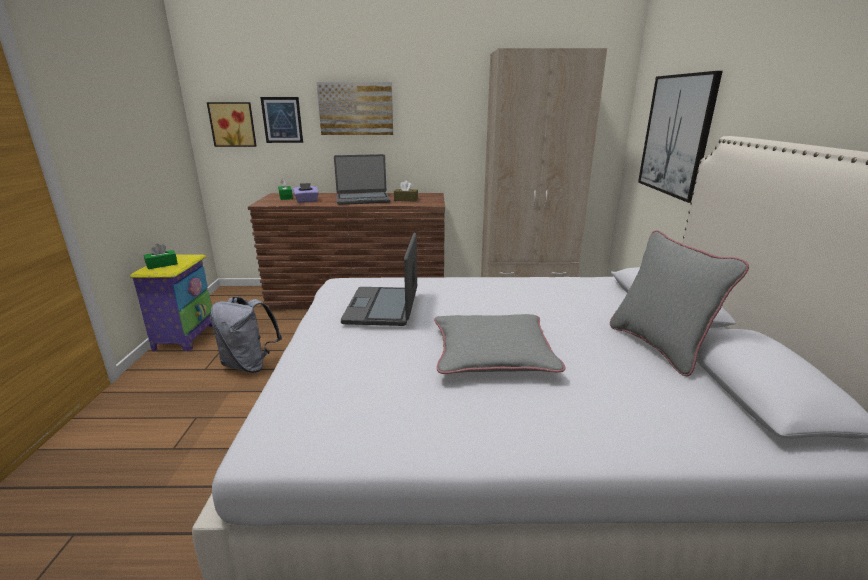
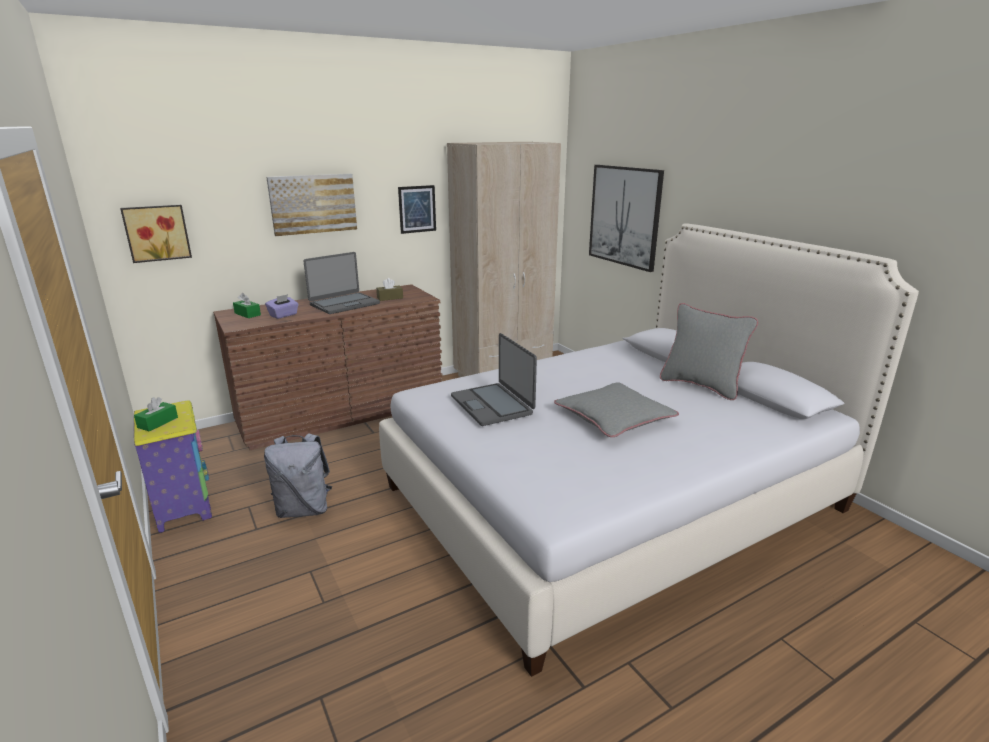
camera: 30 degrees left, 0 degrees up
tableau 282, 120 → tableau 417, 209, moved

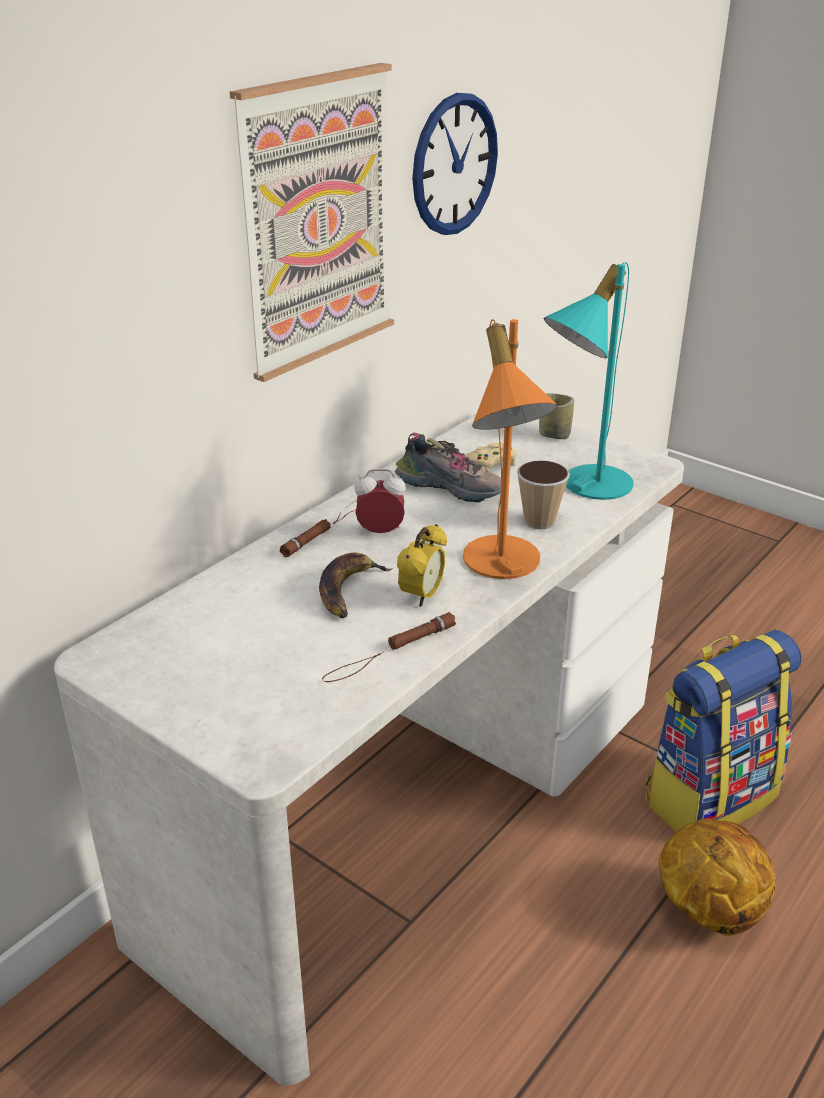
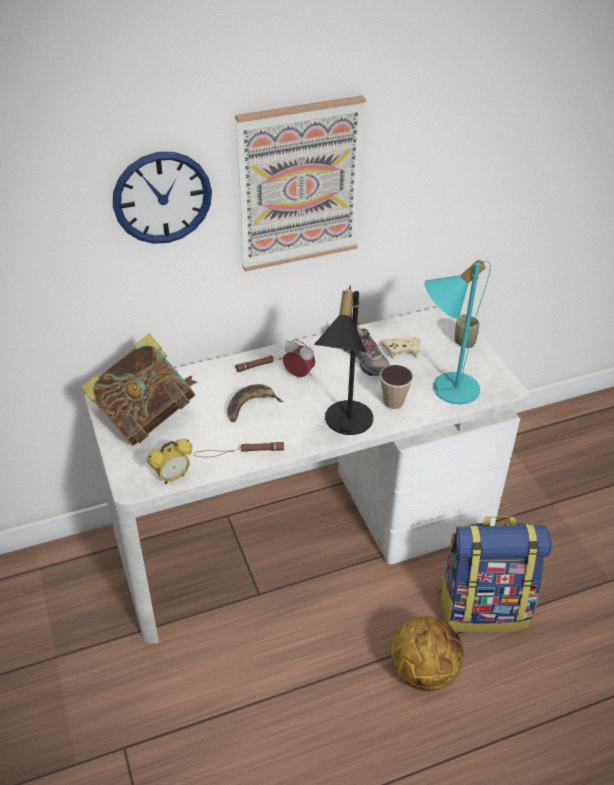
camera: 30 degrees right, 10 degrees up
- → livre 145, 417
réveil 422, 597 → réveil 173, 477, moved
horloge murale 454, 165 → horloge murale 162, 198, moved
lampe de table (orange) 502, 566 → lampe de table (noir) 344, 424

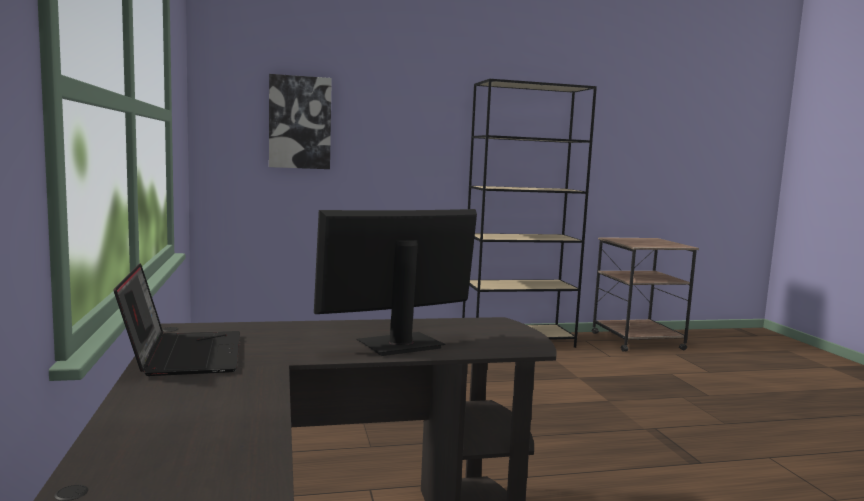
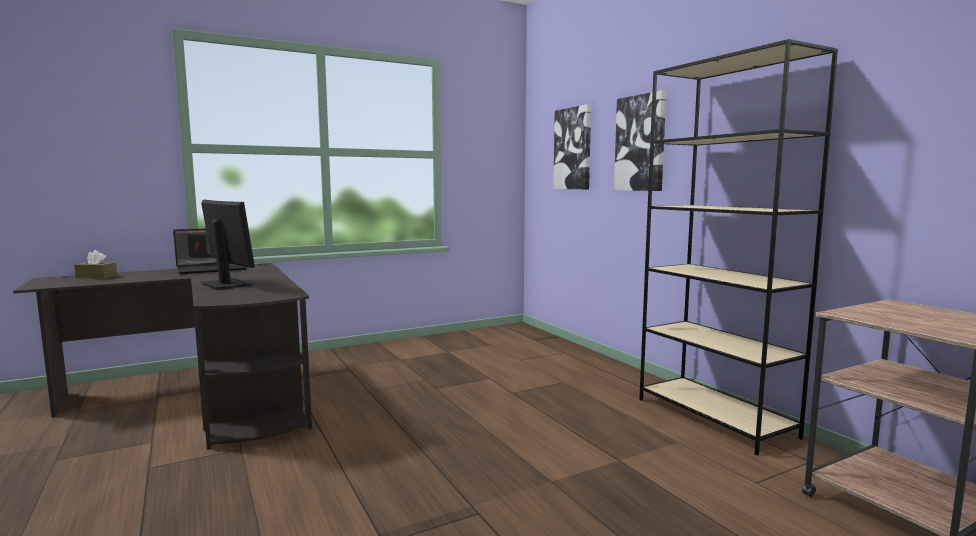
camera: 75 degrees right, 0 degrees up
- → boîte à mouchoirs (marron) 96, 277
- → tableau 640, 143

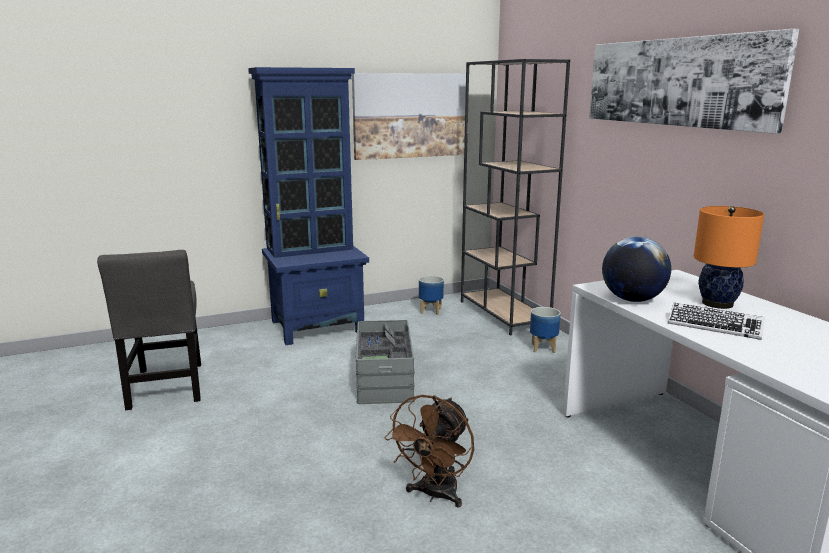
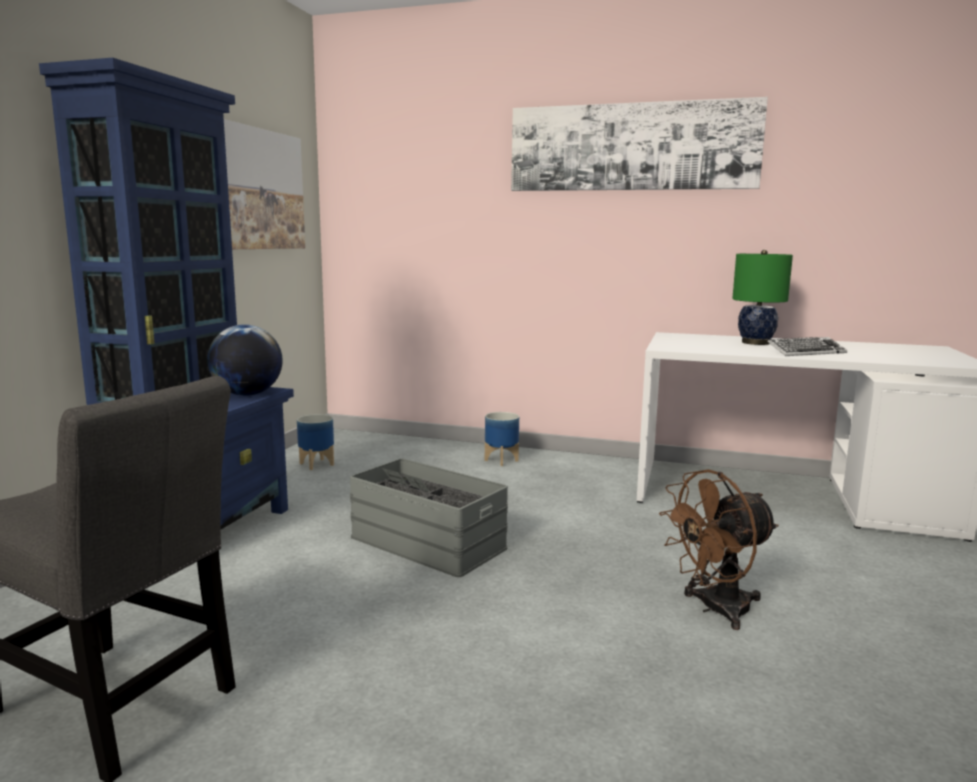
camera: 50 degrees left, 5 degrees down
bibliothèque 504, 314 → -
globe 632, 300 → globe 247, 394, moved
lampe de table (orange) 717, 304 → lampe de table (vert) 756, 343
ventilateur (marron) 435, 495 → ventilateur (marron) 714, 609, 90 degrees clockwise

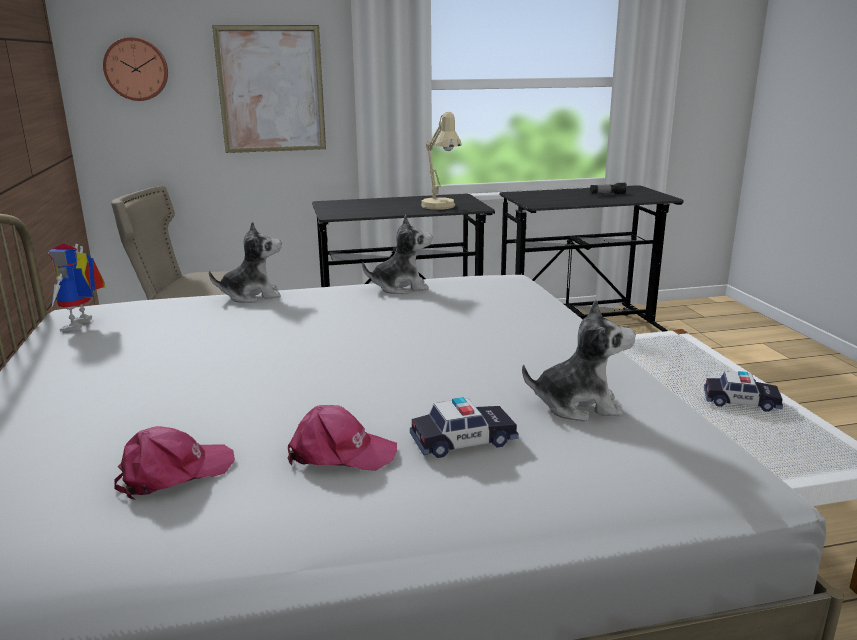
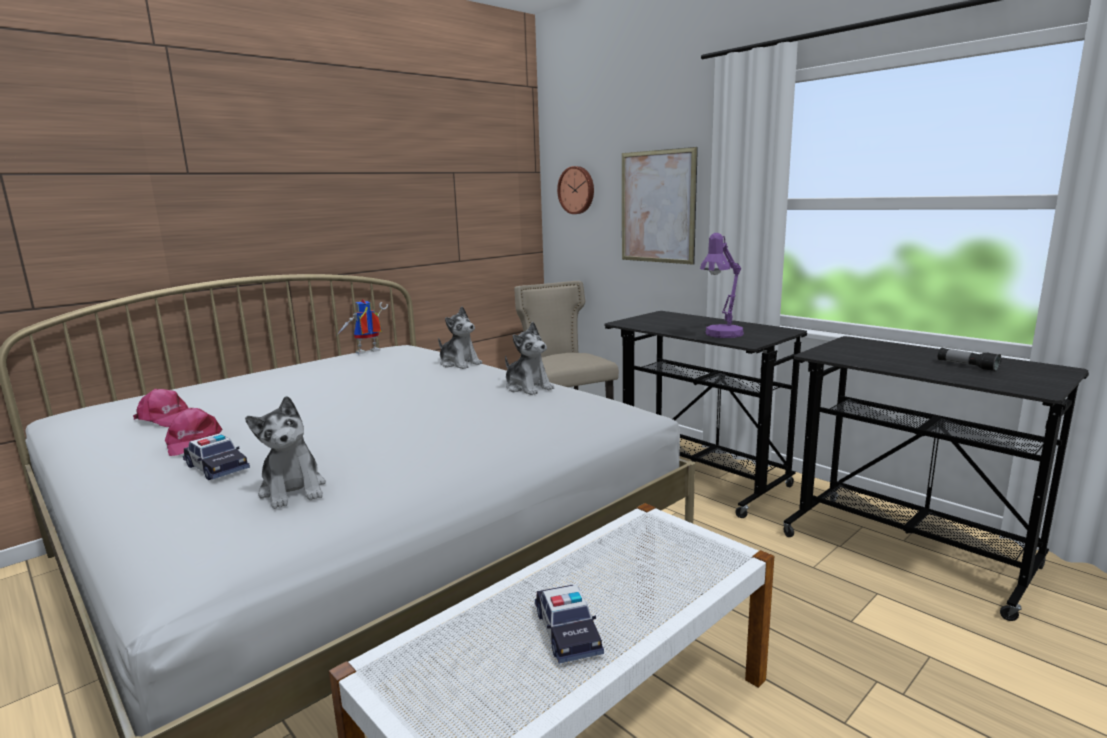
camera: 60 degrees right, 5 degrees down
lampe de table (beige) 441, 207 → lampe de table (violet) 720, 335

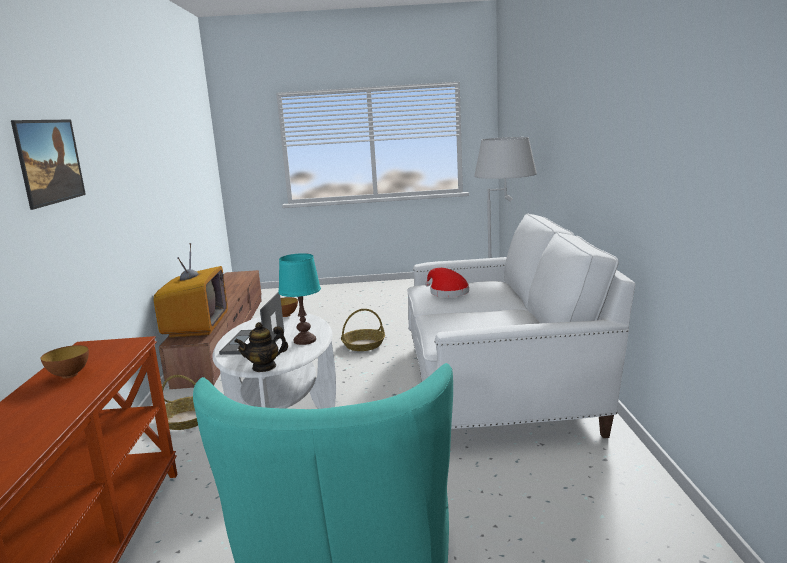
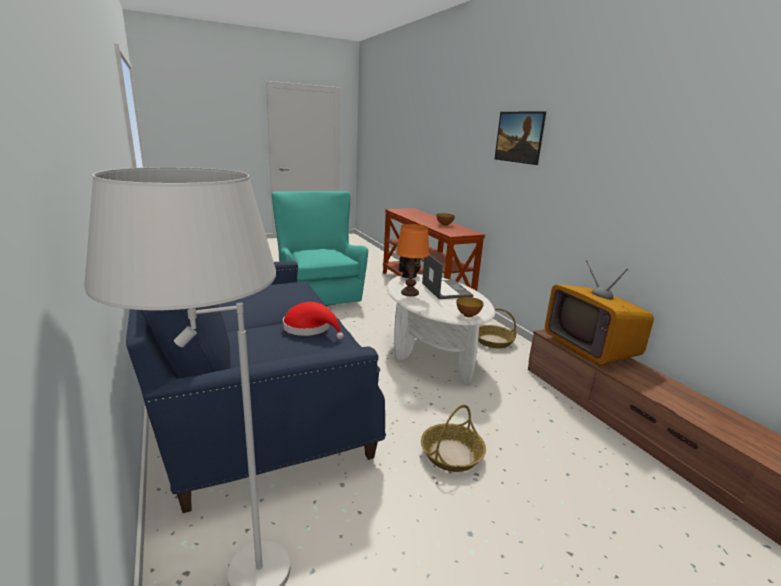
camera: 155 degrees right, 5 degrees up
lampe de table (turquoise) 304, 340 → lampe de table (orange) 409, 293
canapé (blanc) 500, 384 → canapé (bleu) 253, 402

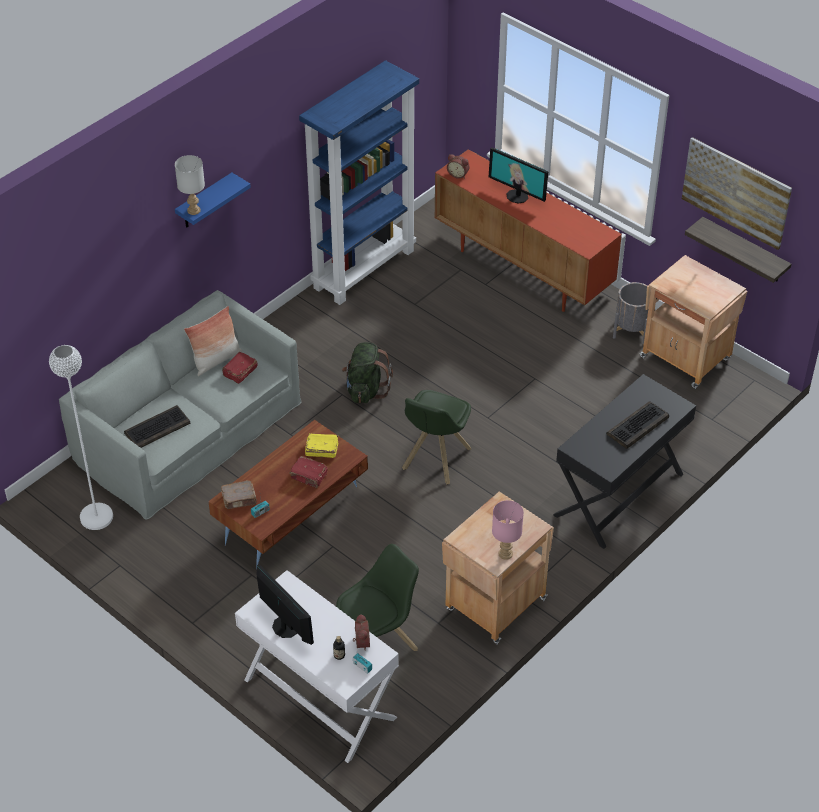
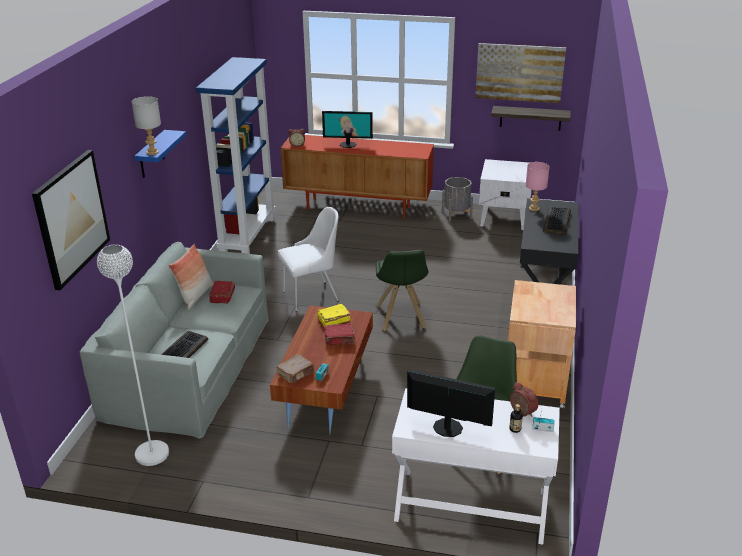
camera: 30 degrees left, 15 degrees down
- → tableau 71, 218
lampe de table (rose) 505, 553 → lampe de table (rose) 533, 209, moved
sac à dos (vert) 365, 390 → chaise (blanc) 311, 296
chariot (marron) 686, 359 → table de chevet (blanc) 504, 218

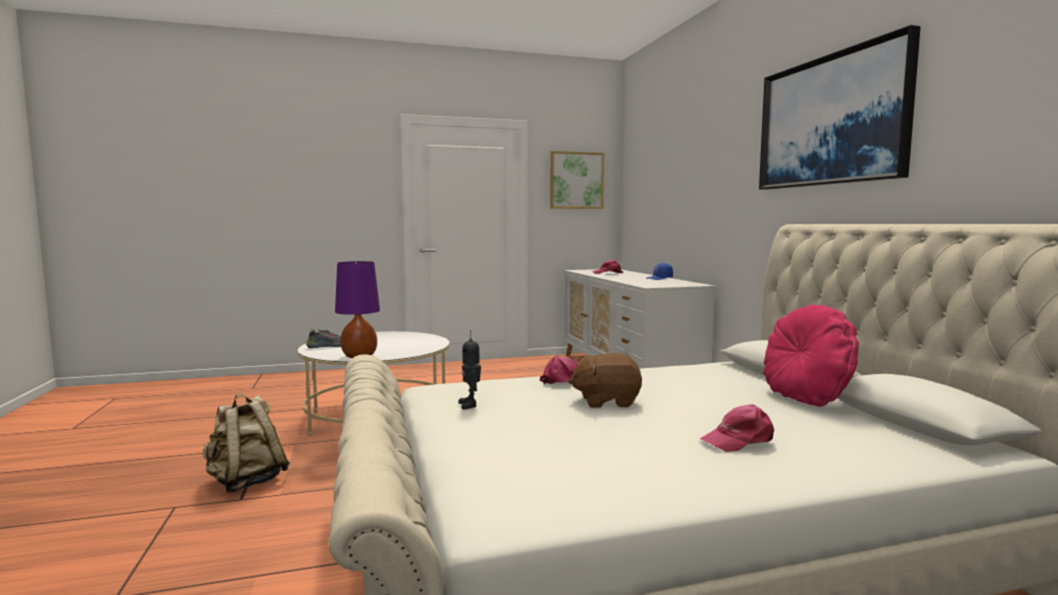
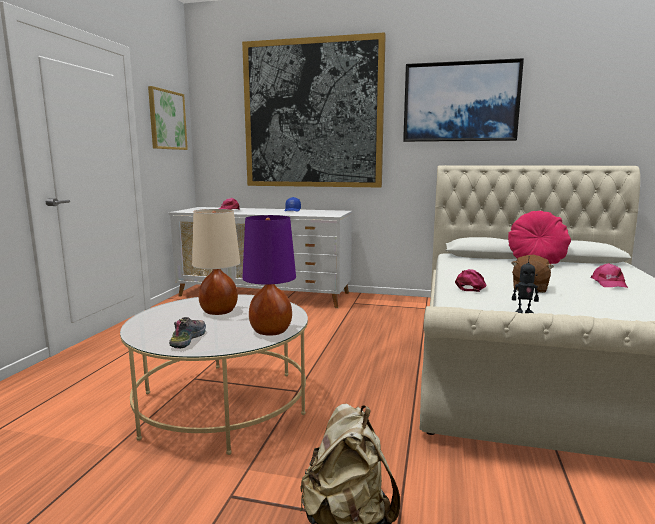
camera: 60 degrees left, 5 degrees up
- → lampe de table (beige) 218, 311
- → tableau 313, 115

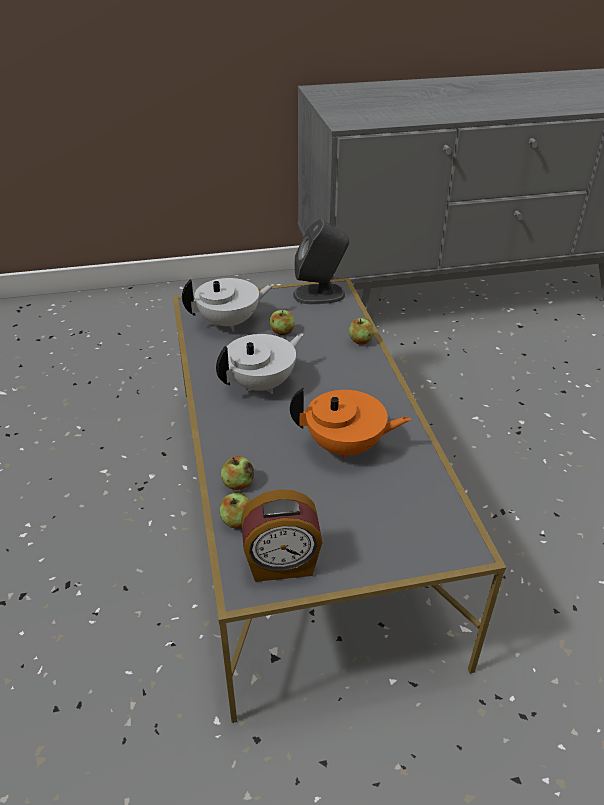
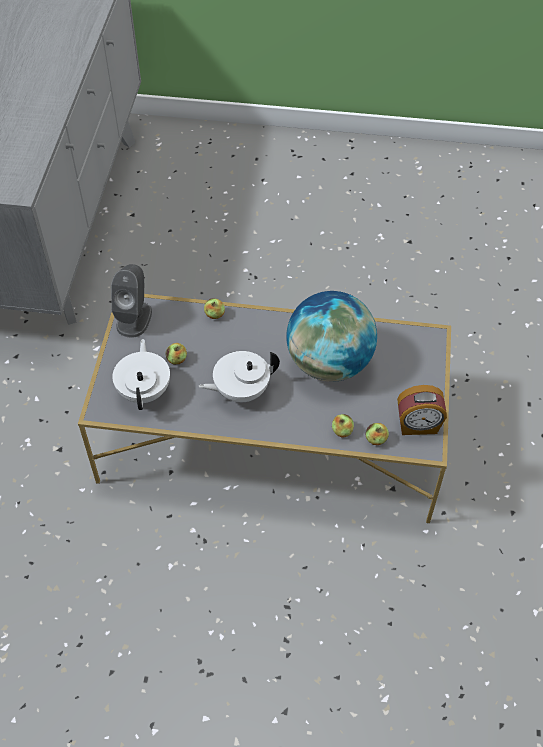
camera: 70 degrees left, 15 degrees up
théière (orange) 346, 447 → globe 329, 363
théière (blanc) 262, 384 → théière (blanc) 241, 390, 90 degrees counterclockwise
réveil 282, 565 → réveil 418, 425, 75 degrees clockwise

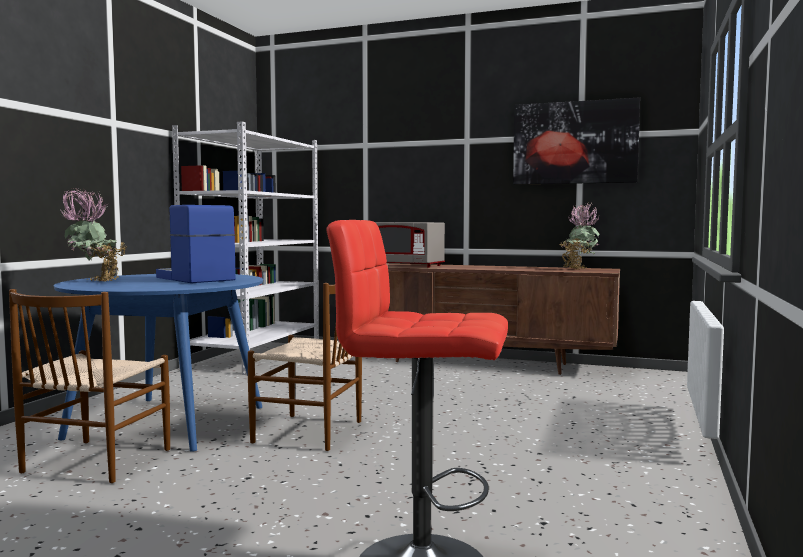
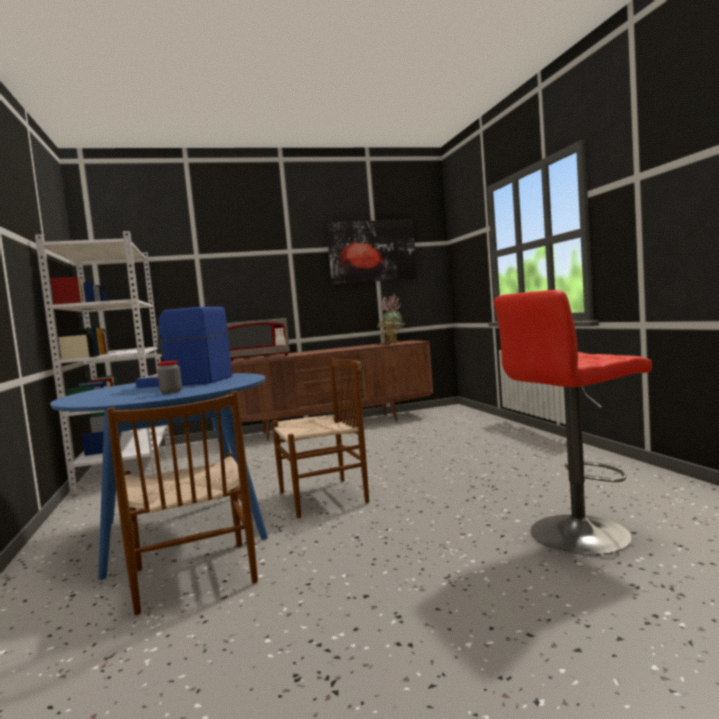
camera: 35 degrees left, 0 degrees up
plante en pot 94, 282 → -
- → bocal 171, 392

